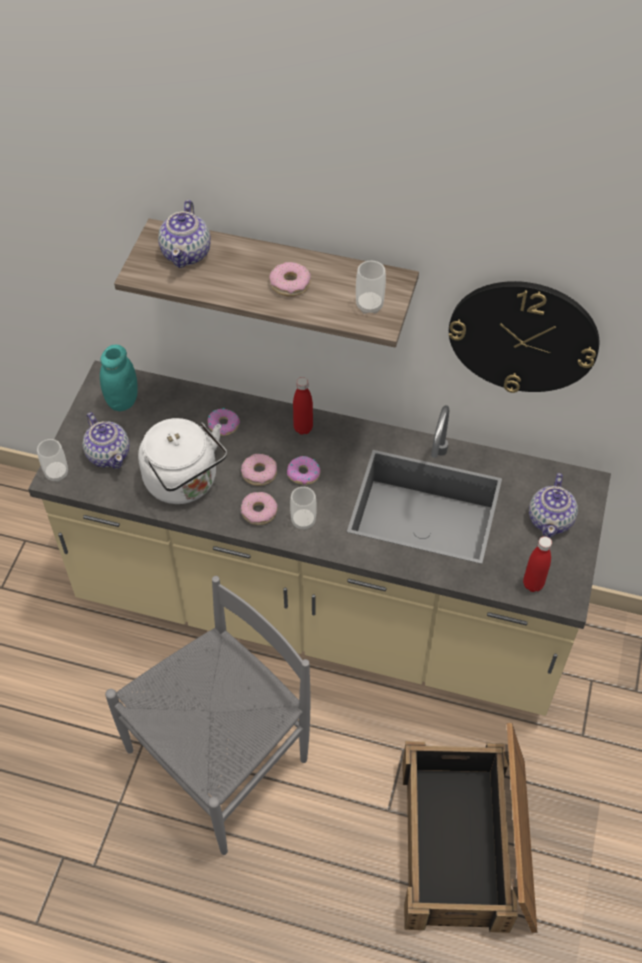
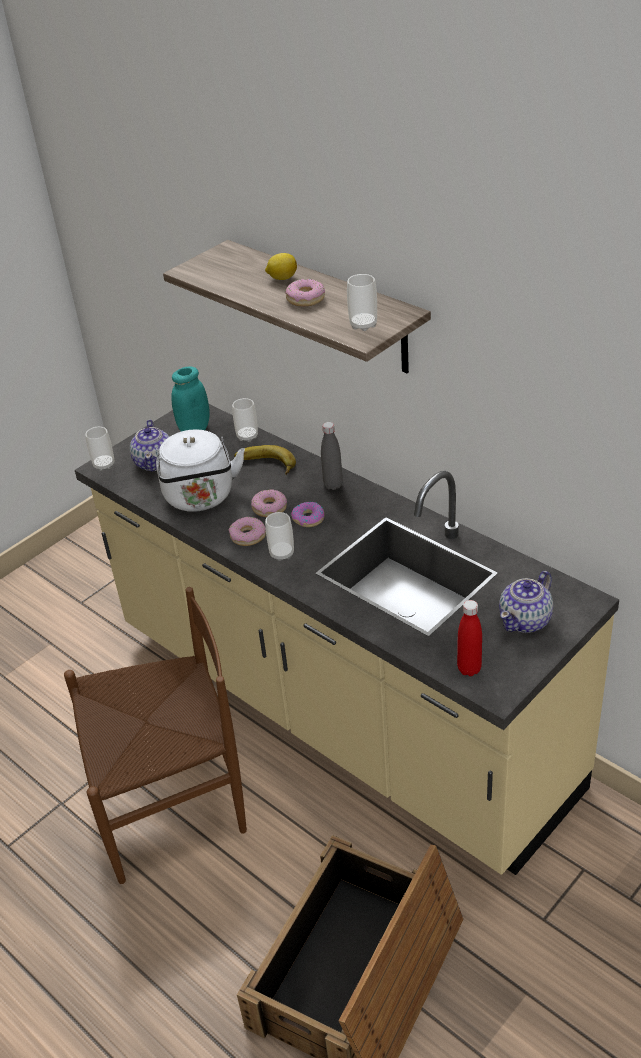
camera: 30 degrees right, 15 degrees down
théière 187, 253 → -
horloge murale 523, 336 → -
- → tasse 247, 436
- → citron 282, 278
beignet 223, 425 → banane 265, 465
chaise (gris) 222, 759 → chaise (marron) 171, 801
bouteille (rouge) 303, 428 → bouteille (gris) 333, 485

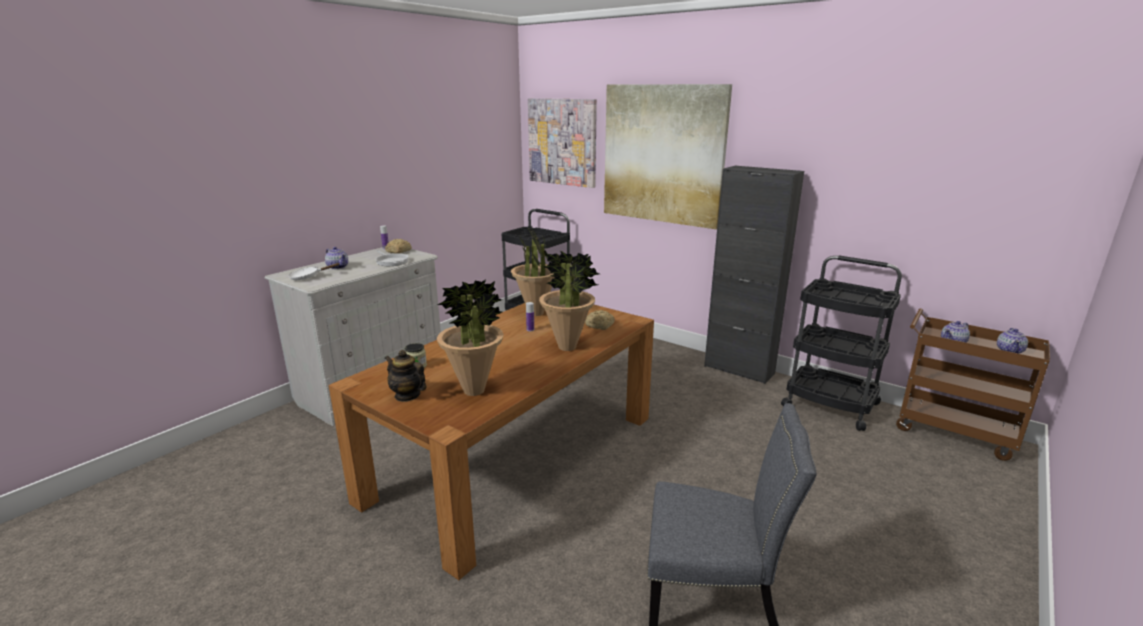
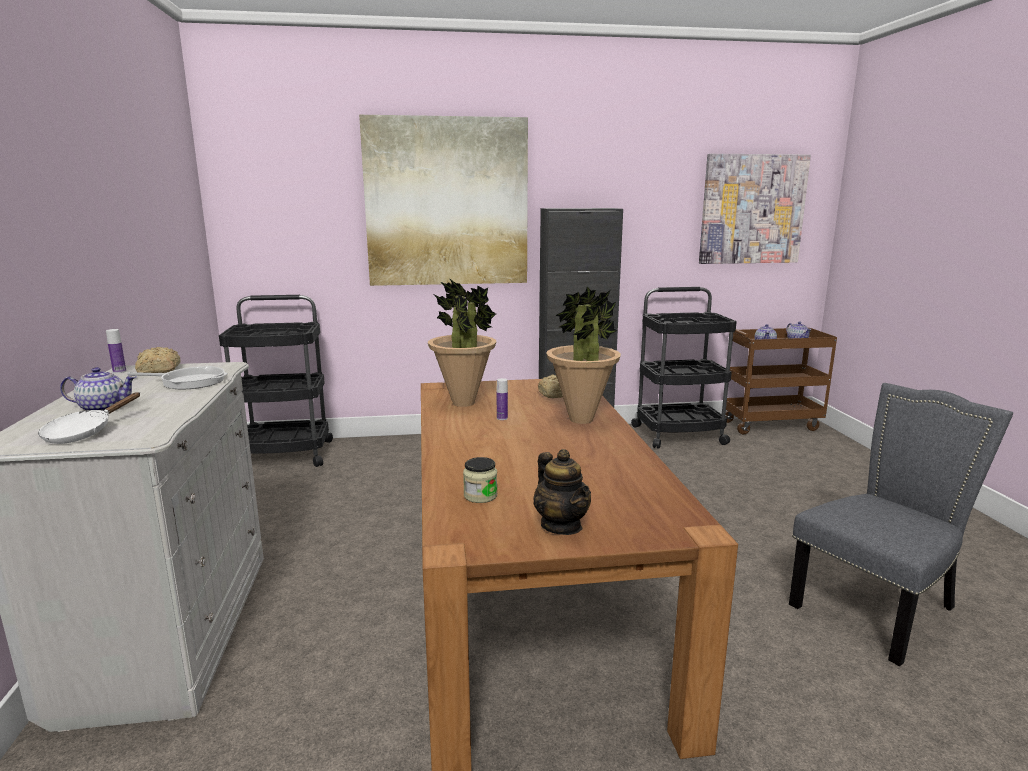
camera: 45 degrees left, 5 degrees down
plante en pot 474, 390 → -
tableau 562, 142 → tableau 752, 209, moved
théière 407, 395 → théière 561, 525, 105 degrees counterclockwise

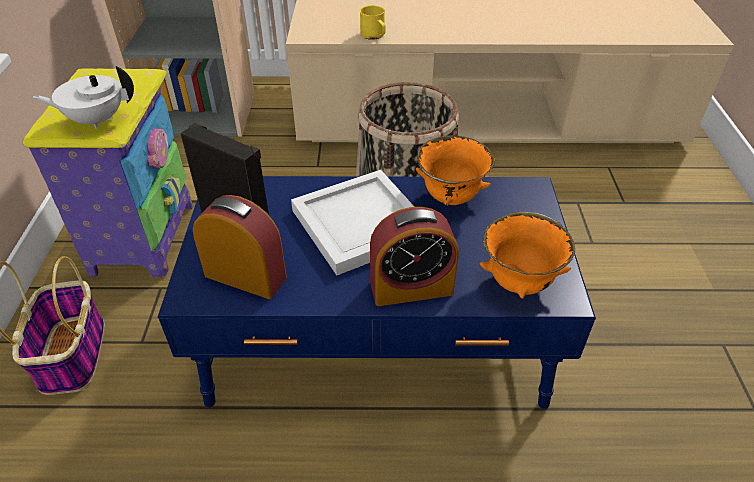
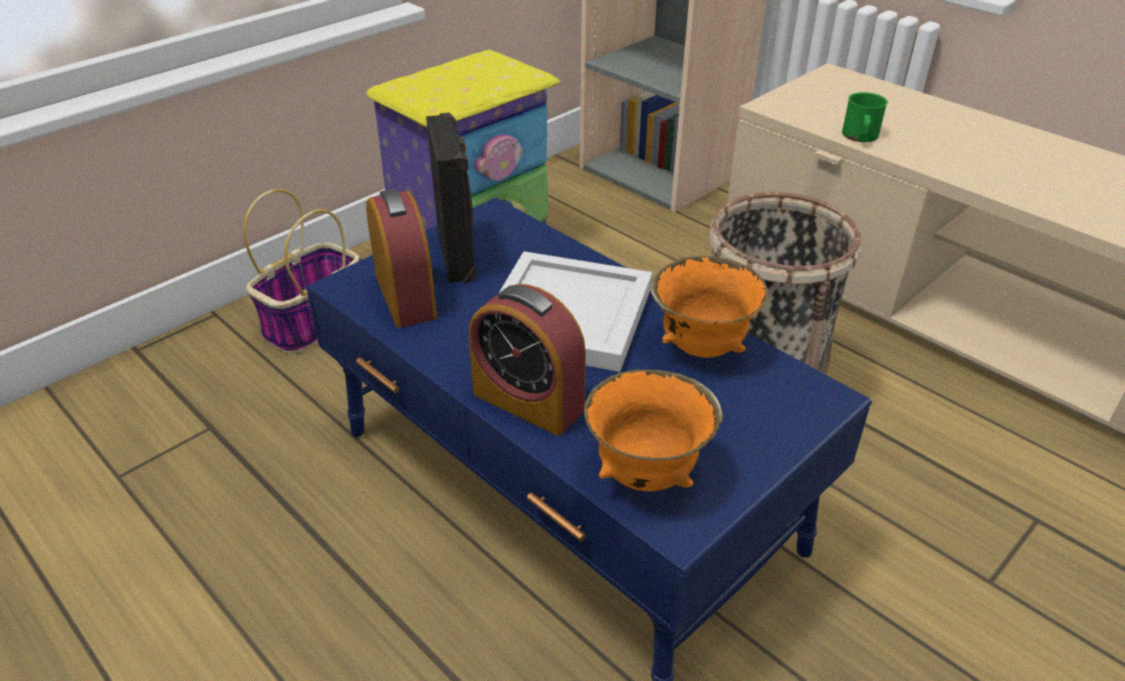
camera: 45 degrees right, 5 degrees down
théière (blanc) 96, 120 → -
mug (jaune) 374, 36 → mug (vert) 860, 137

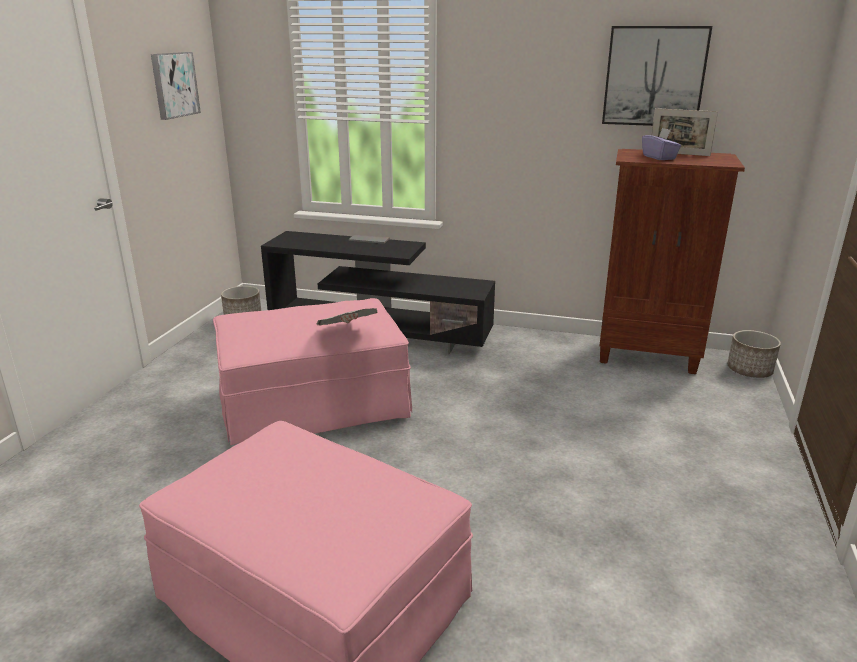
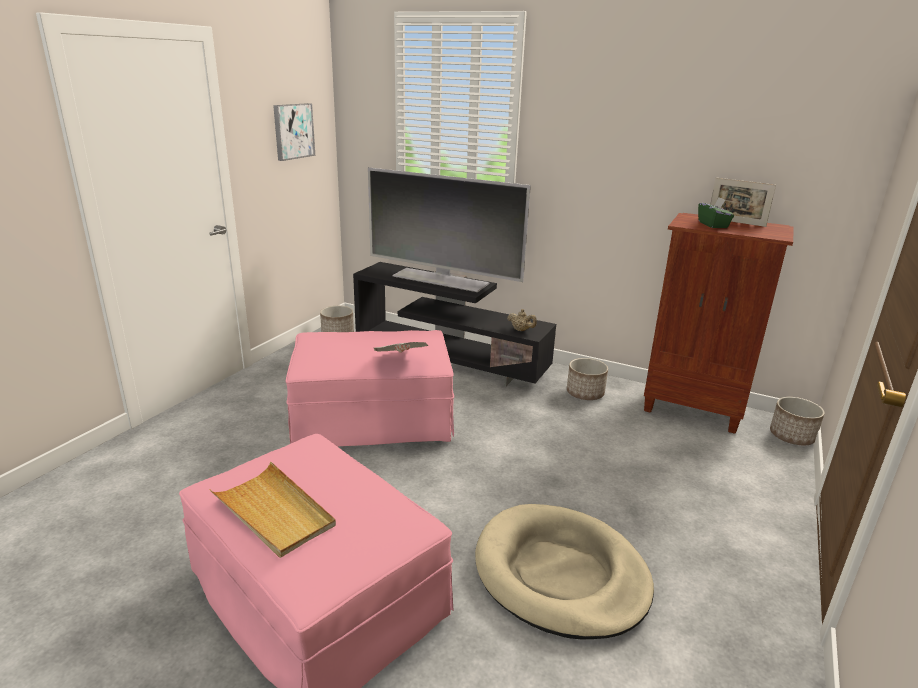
camera: 10 degrees right, 0 degrees up
tableau 654, 76 → -
- → plateau (beige) 274, 512
- → téléviseur 441, 279
- → panier pour chien (beige) 560, 574
- → théière (beige) 521, 330
- → cache-pot 585, 393
boîte à mouchoirs (violet) 659, 157 → boîte à mouchoirs (vert) 713, 225

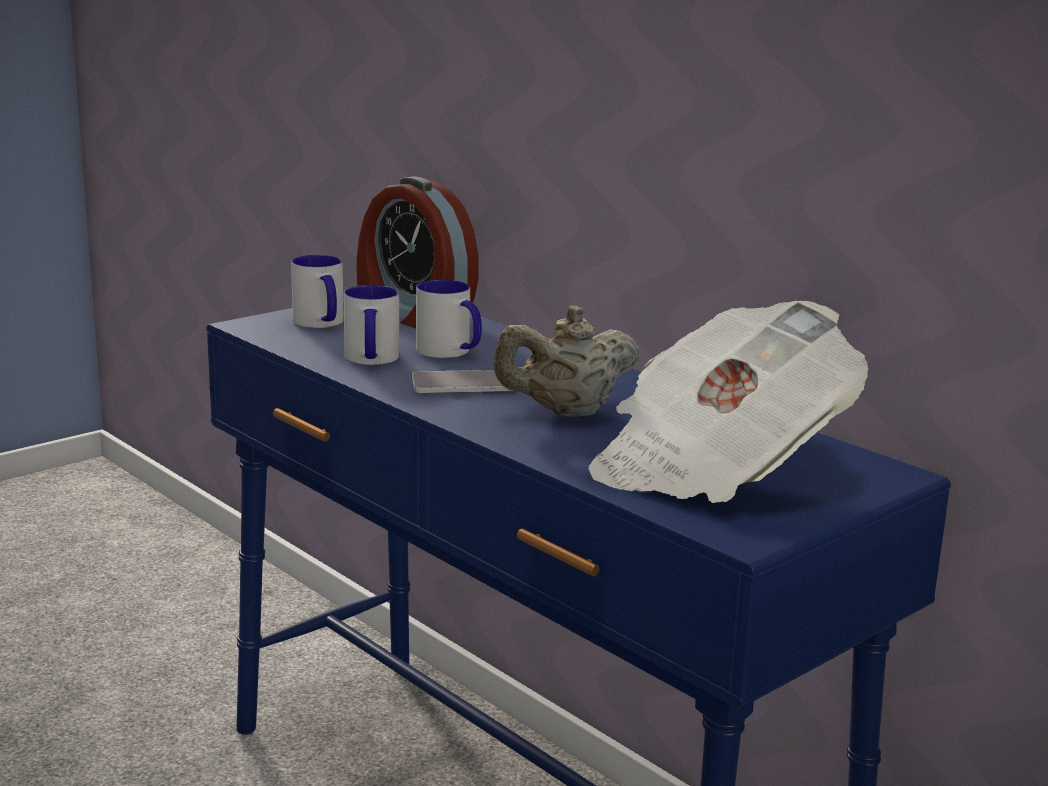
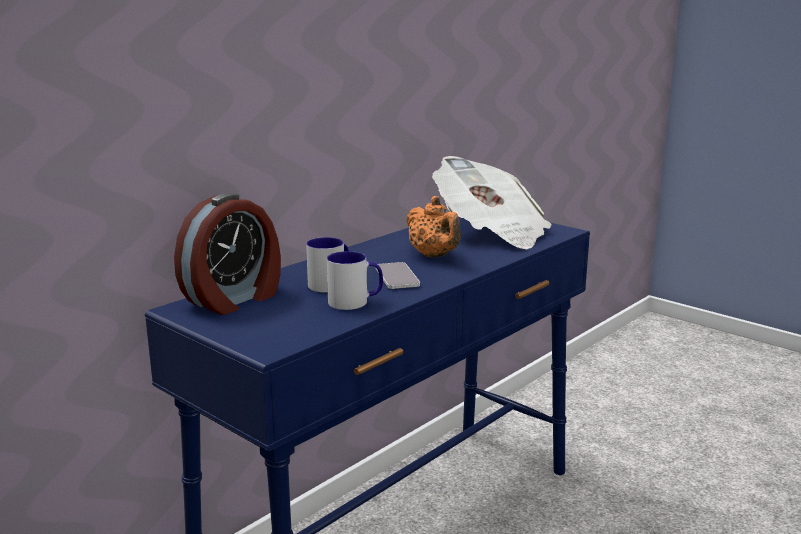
camera: 95 degrees left, 0 degrees up
mug 321, 323 → -
théière (beige) 566, 412 → théière (orange) 434, 256

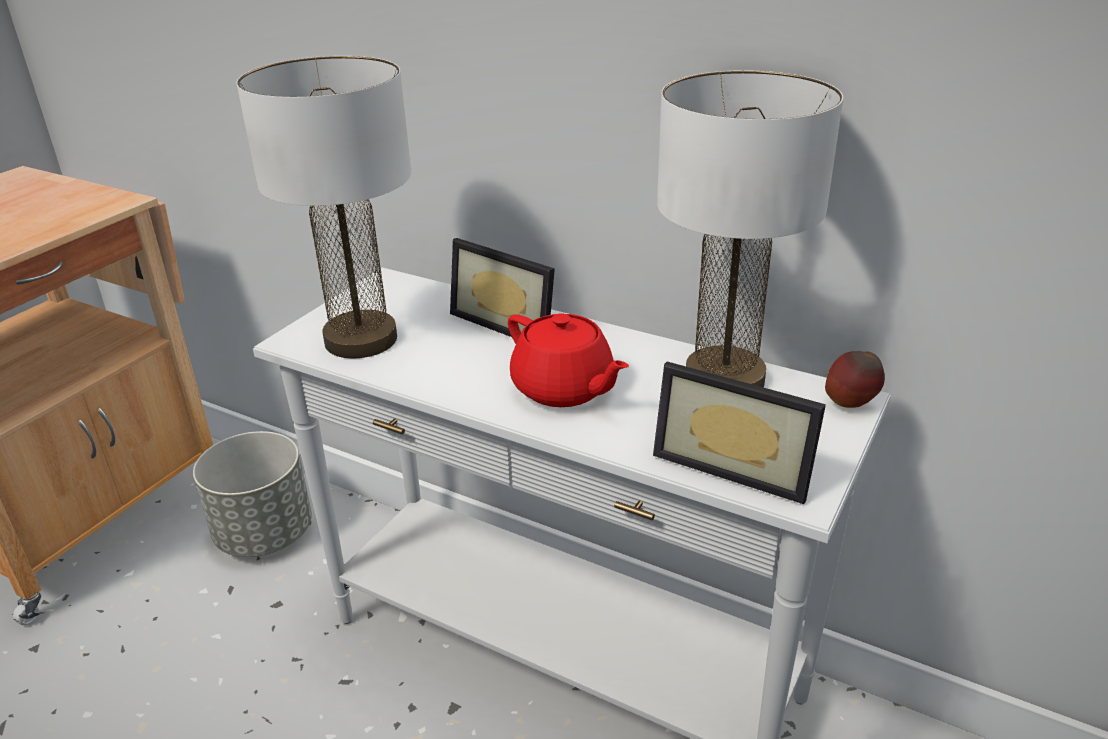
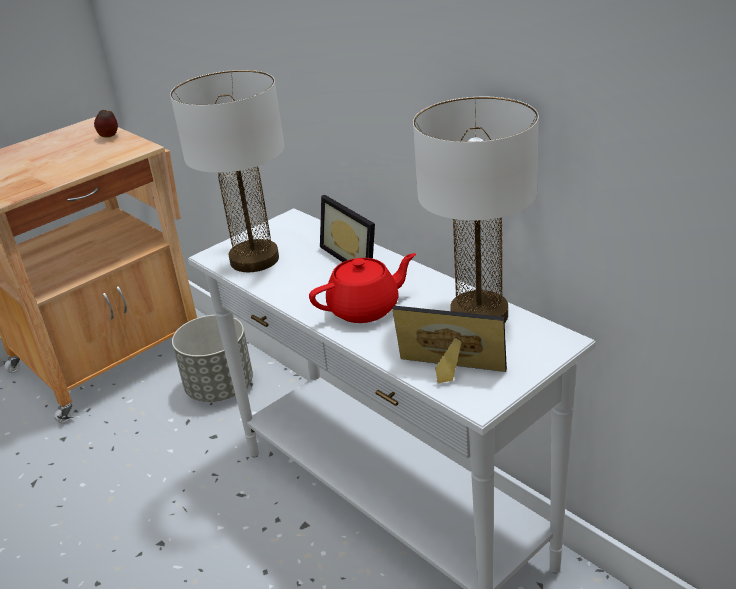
camera: 20 degrees right, 0 degrees up
pomme 850, 405 → pomme 109, 137, moved
théière (rouge) 564, 389 → théière (rouge) 365, 309, 90 degrees counterclockwise
cadre photo 736, 464 → cadre photo 448, 374, 150 degrees clockwise

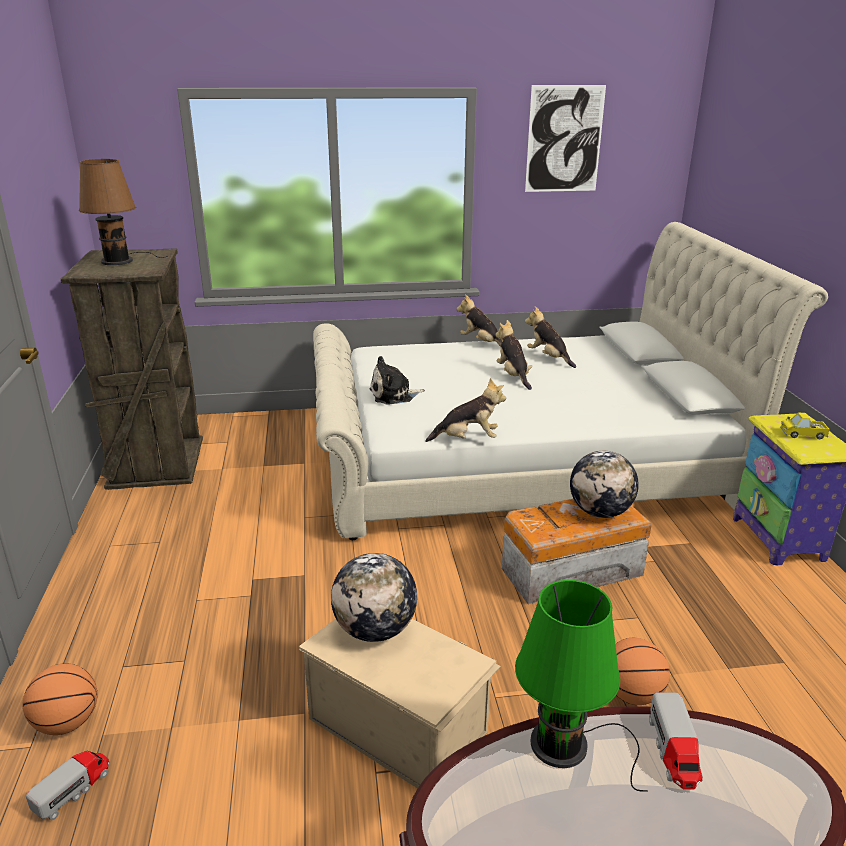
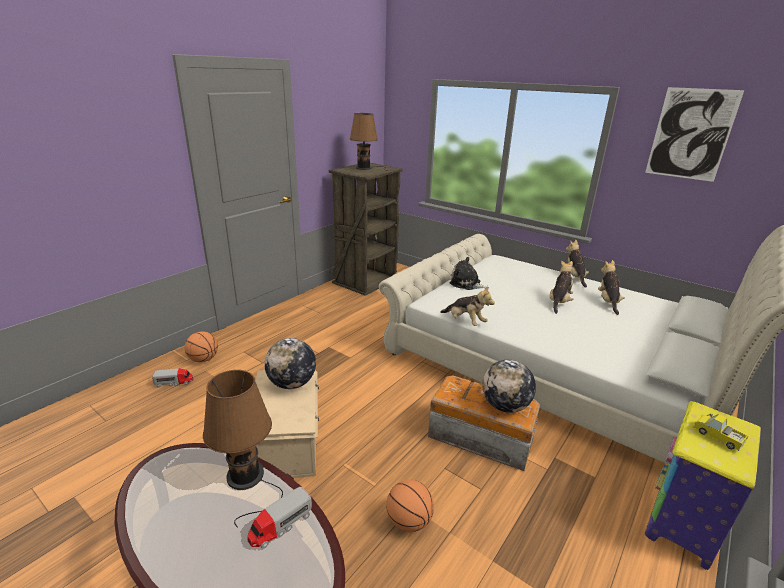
camera: 45 degrees right, 0 degrees up
lampe de table (vert) 566, 745 → lampe de table (marron) 247, 478

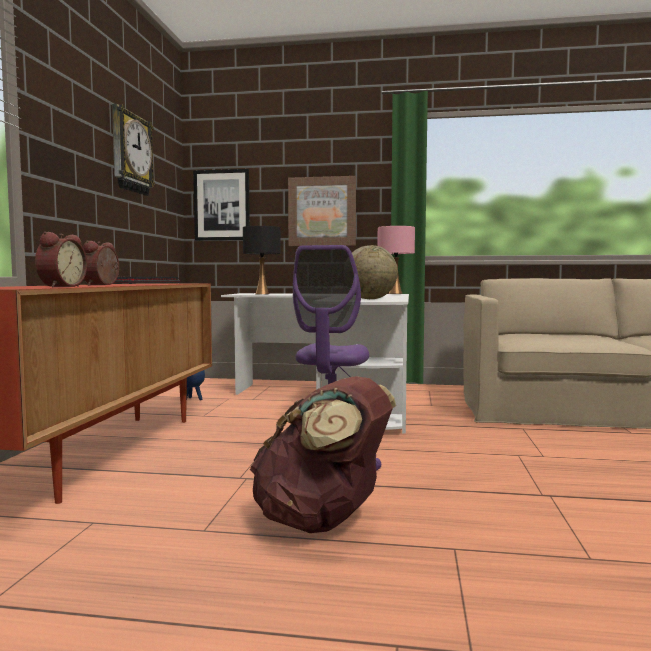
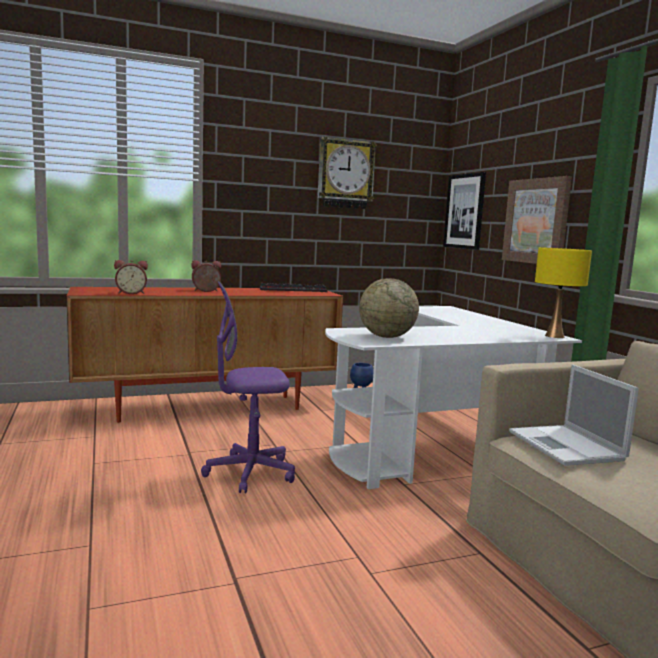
camera: 60 degrees right, 5 degrees up
lampe de table (noir) 262, 294 → -
sac à dos (marron) 323, 521 → -
- → ordinateur portable 567, 446
lampe de table (rose) 395, 293 → lampe de table (jaune) 554, 336

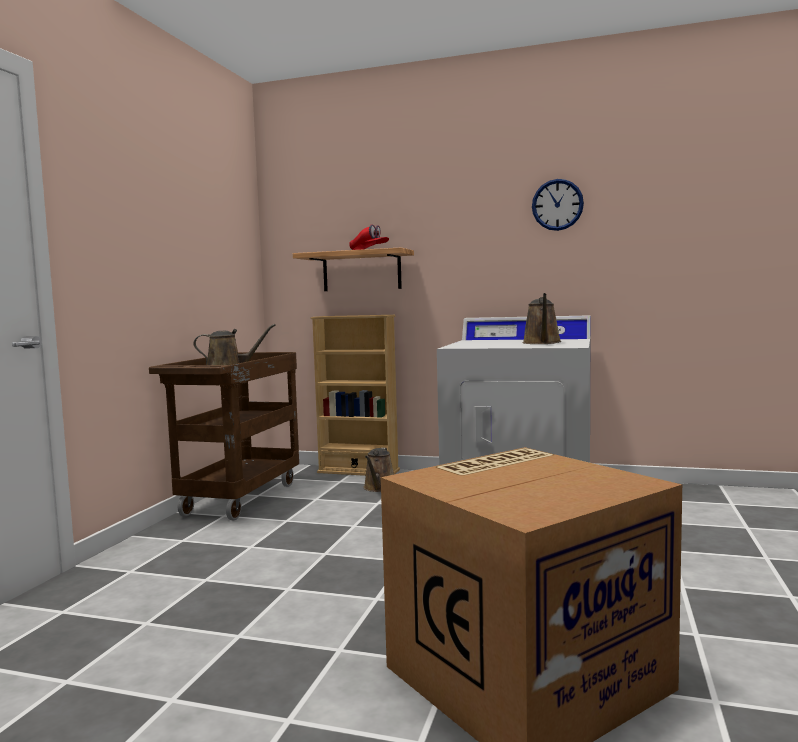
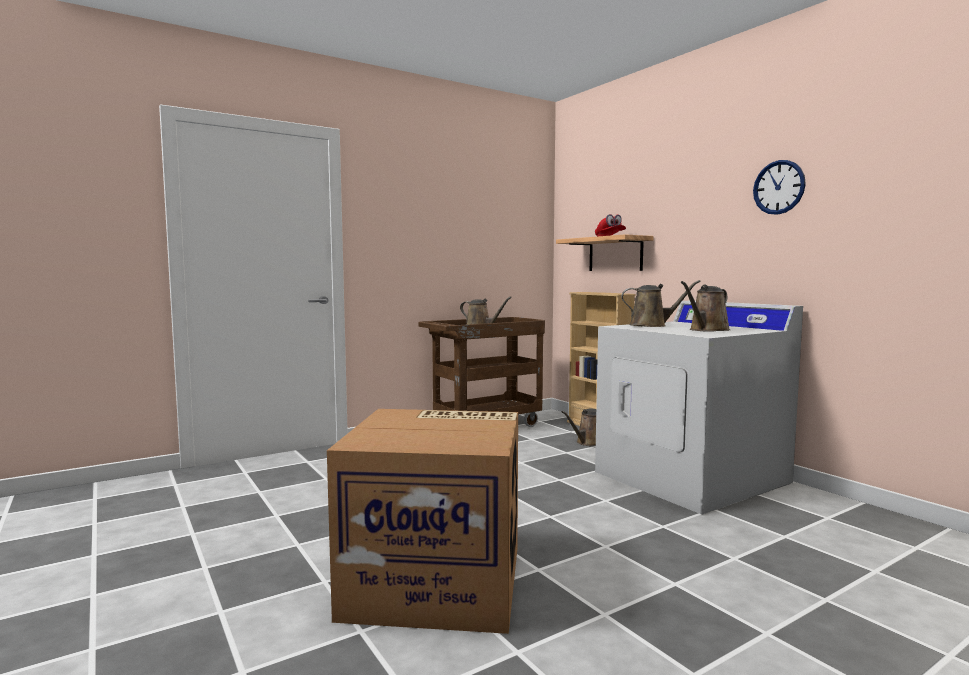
camera: 40 degrees right, 0 degrees up
- → arrosoir (marron) 651, 325

